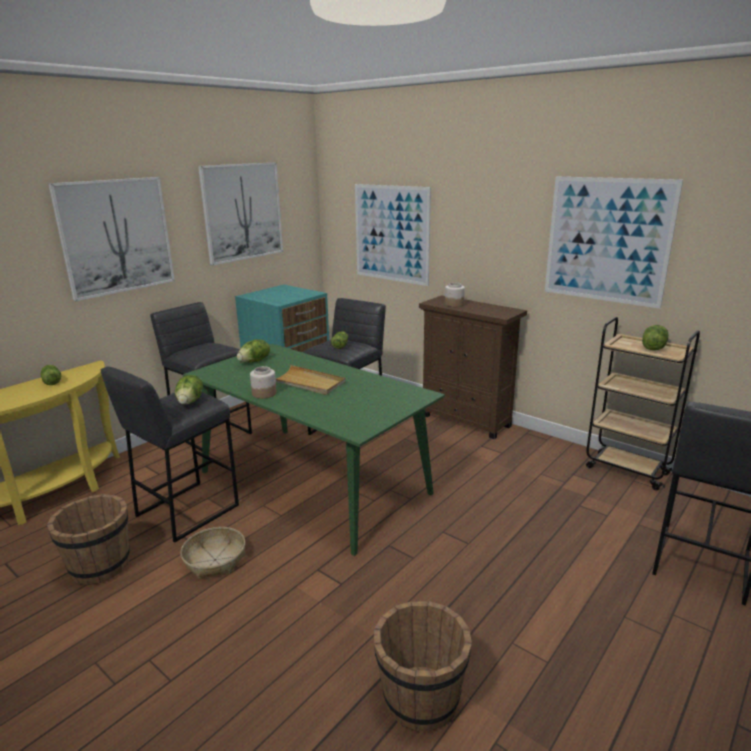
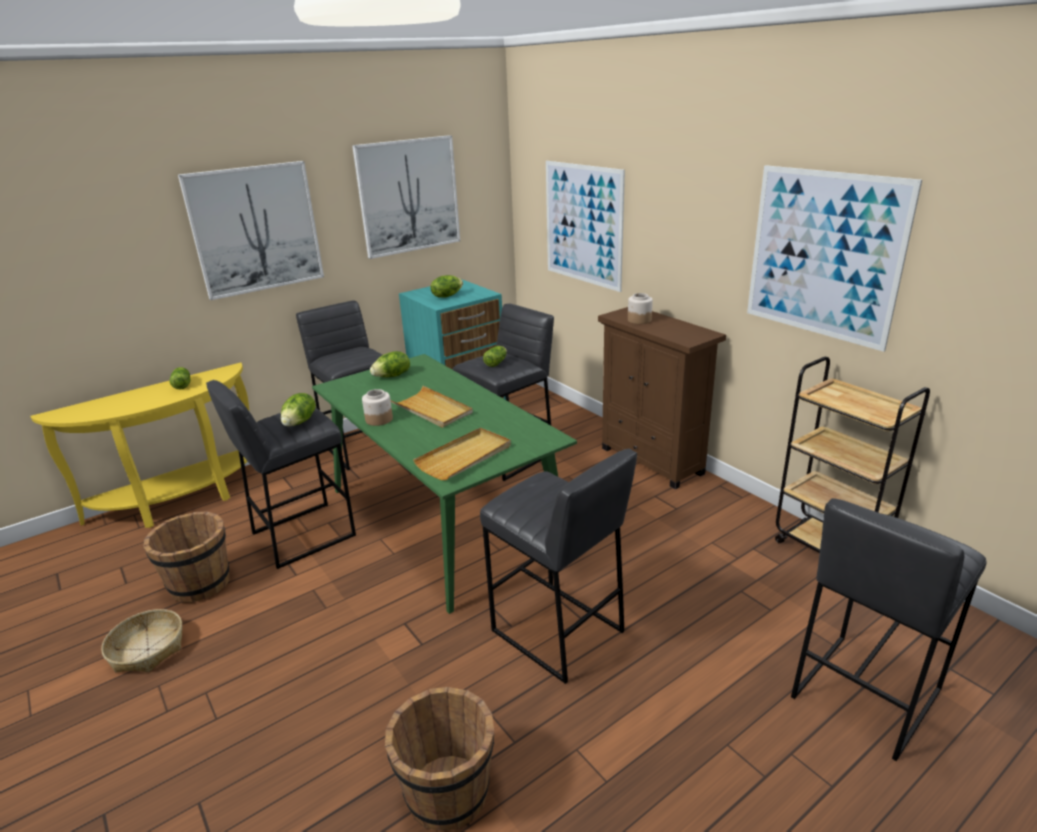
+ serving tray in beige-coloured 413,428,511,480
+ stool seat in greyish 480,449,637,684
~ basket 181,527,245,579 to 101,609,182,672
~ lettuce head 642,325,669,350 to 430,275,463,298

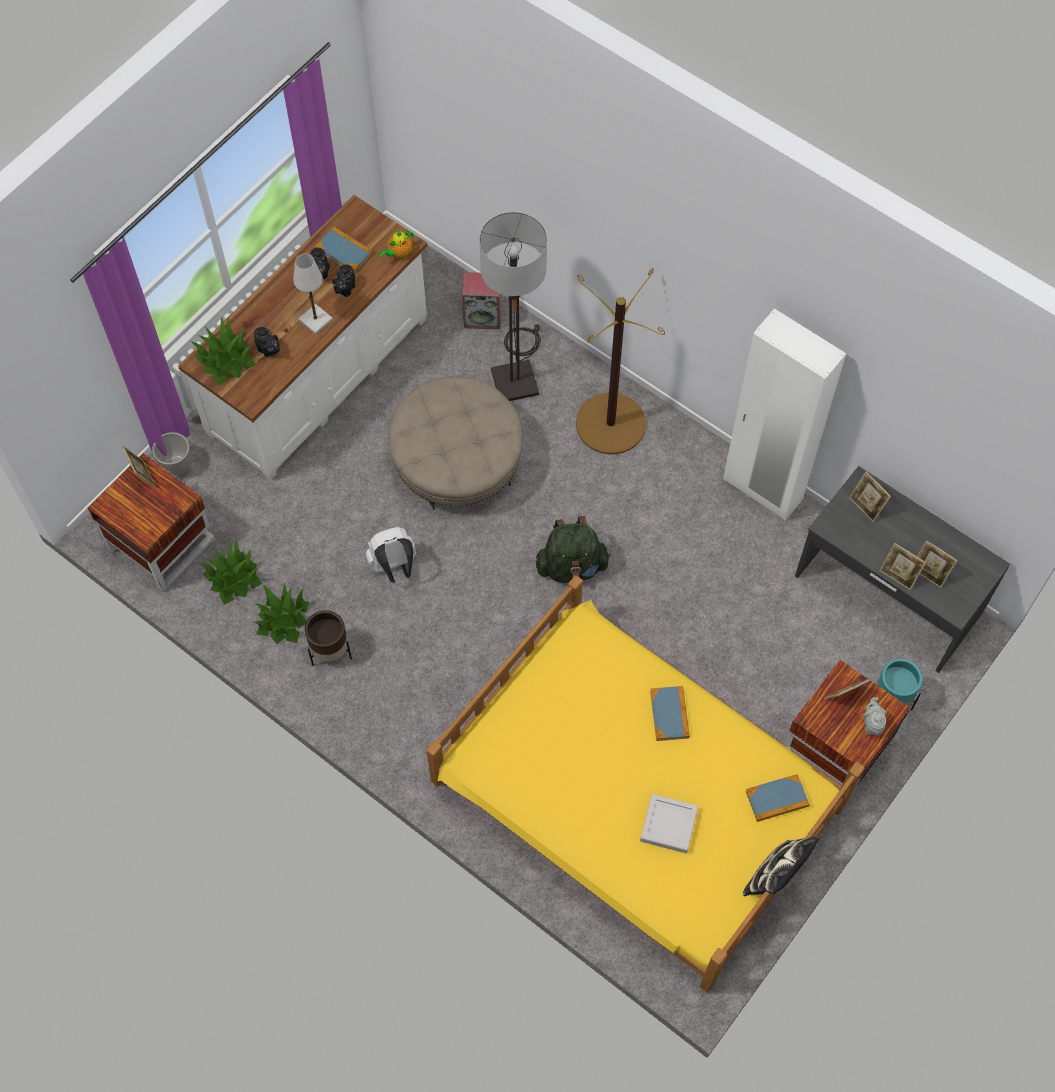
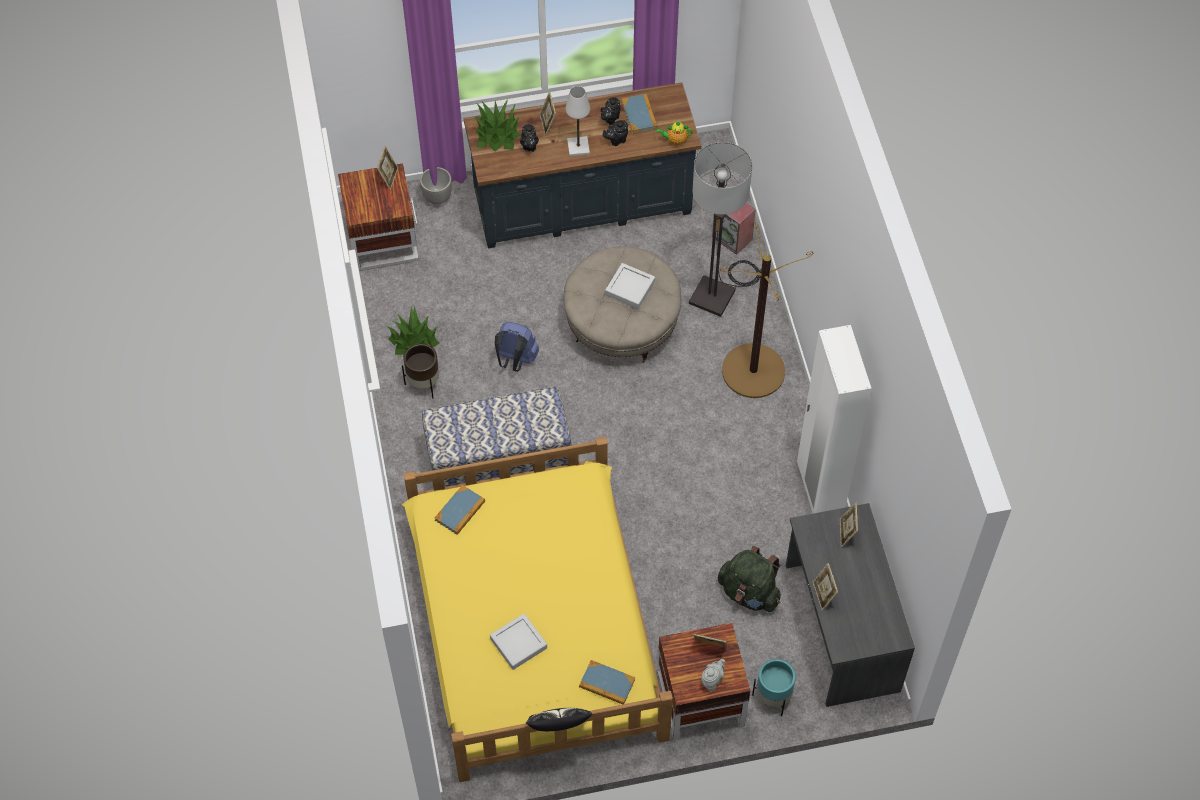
- plant in a pot 199,539,262,605
+ bench 422,387,571,486
+ serving tray in greyish 605,263,655,309
~ backpack in green 536,516,611,583 to 718,546,781,612
~ bound book 650,686,690,741 to 435,485,485,535
~ photo frame 917,540,958,588 to 540,91,556,136
~ drawer chest in whitish 178,195,427,480 to drawer chest in bluish 464,82,701,248
~ backpack in whitish 366,527,416,582 to backpack in bluish 494,322,539,372

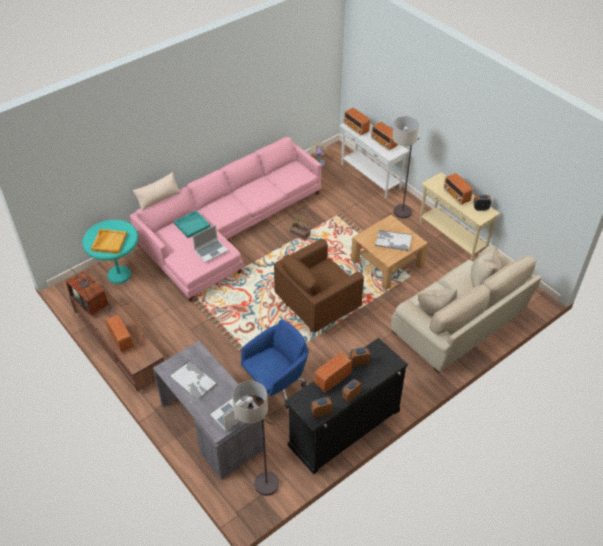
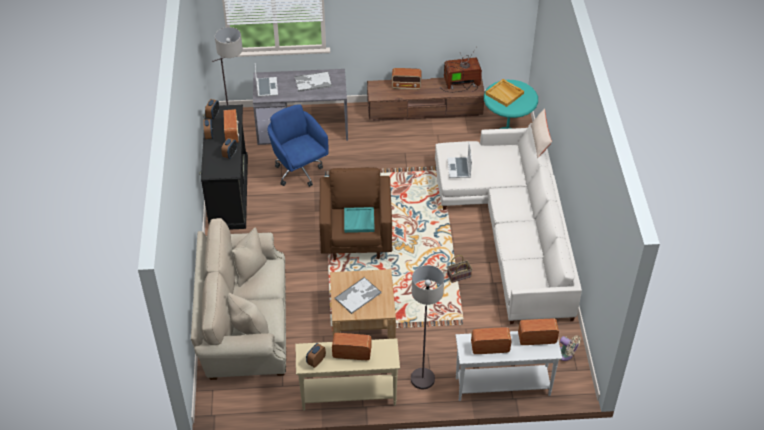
~ serving tray in turquoise 174,210,210,238 to 344,207,375,233
~ couch in pink 130,137,321,302 to couch in whitish 435,123,582,324
~ desk chair in bluish 241,319,308,409 = 267,104,329,187 150 degrees clockwise

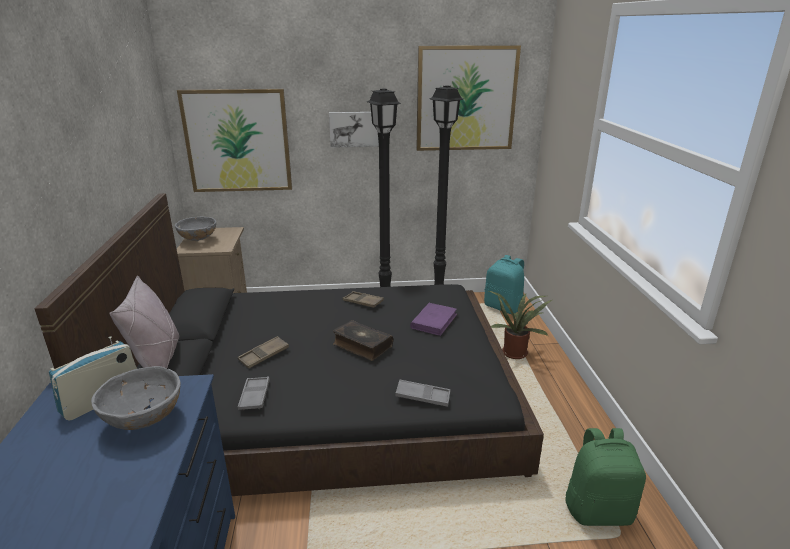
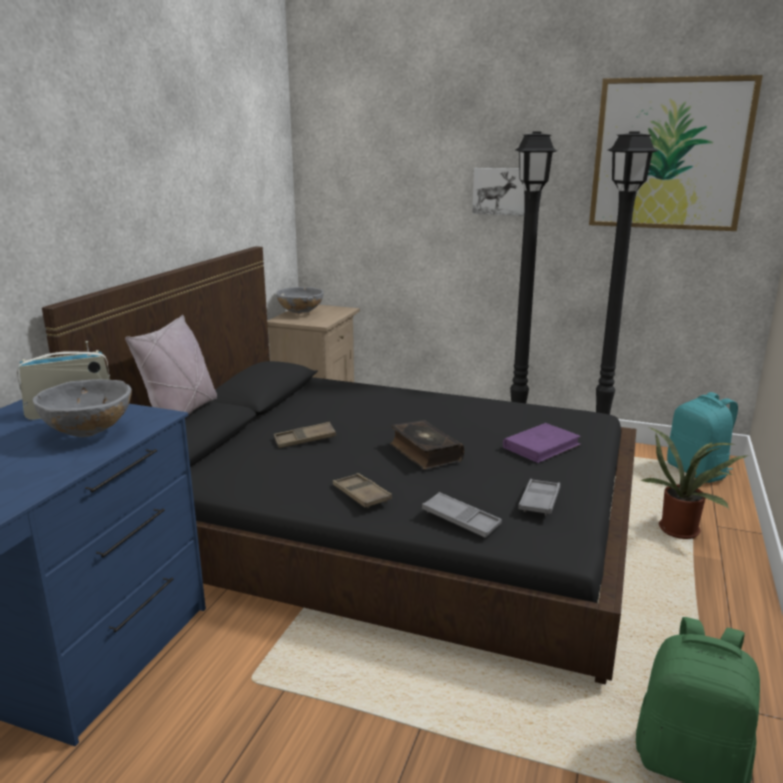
- picture 177,89,292,192
~ serving tray in greyish 238,376,270,410 to 518,479,560,516
~ serving tray in brown-coloured 342,291,384,308 to 333,473,392,508

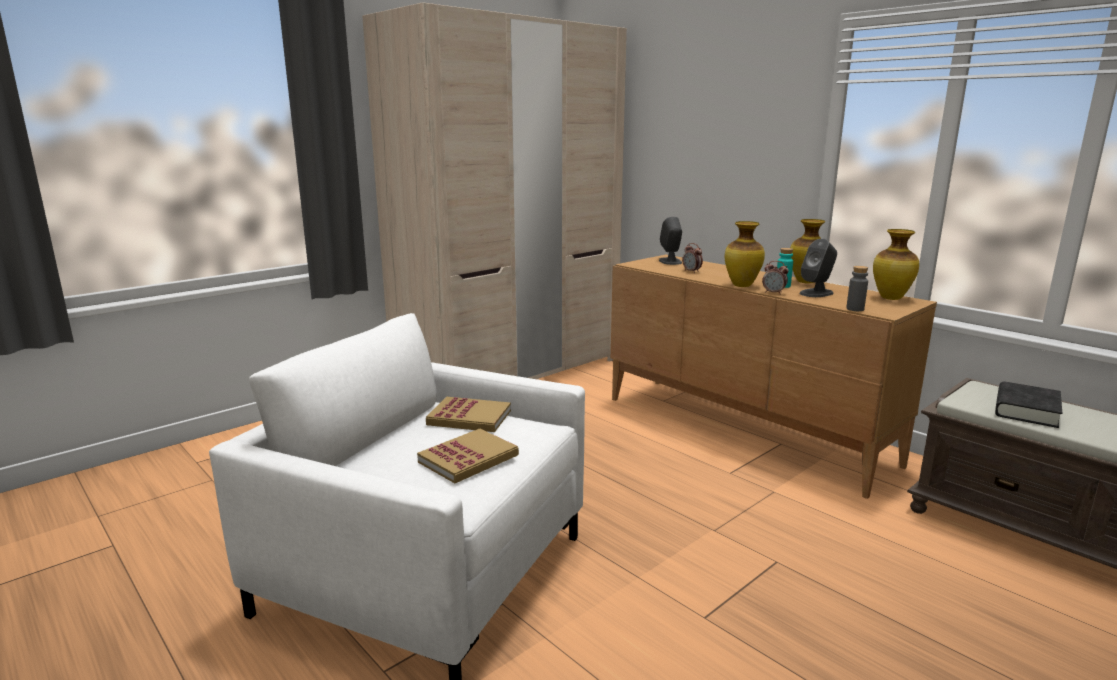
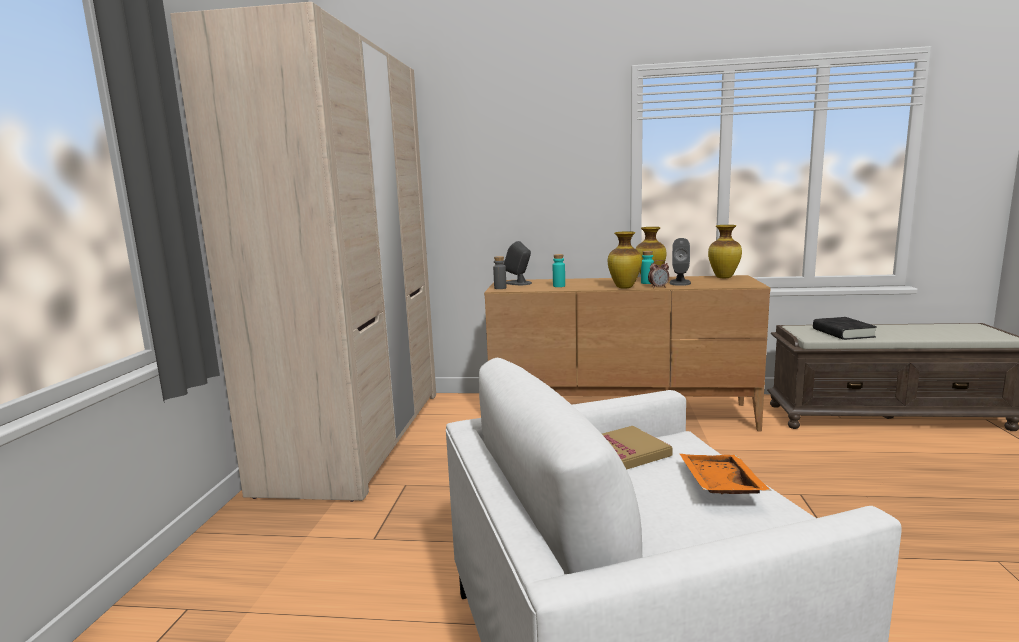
~ beverage bottle in greyish 846,266,868,311 to 493,256,506,289
~ bound book 417,429,519,483 to serving tray in orangey 680,454,771,494
~ bedside clock 682,243,703,273 to beverage bottle in turquoise 553,254,565,287

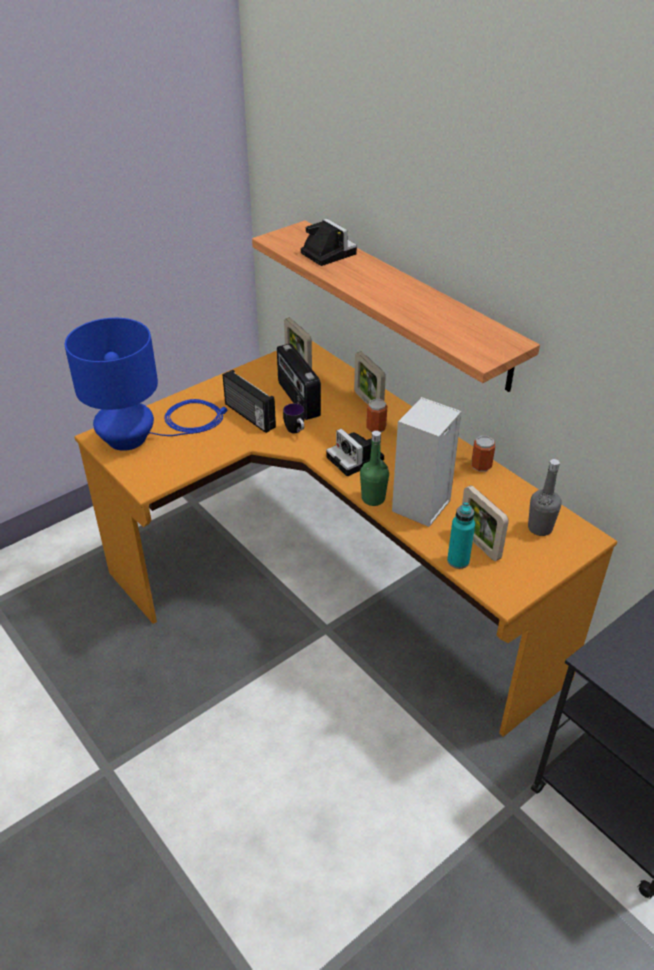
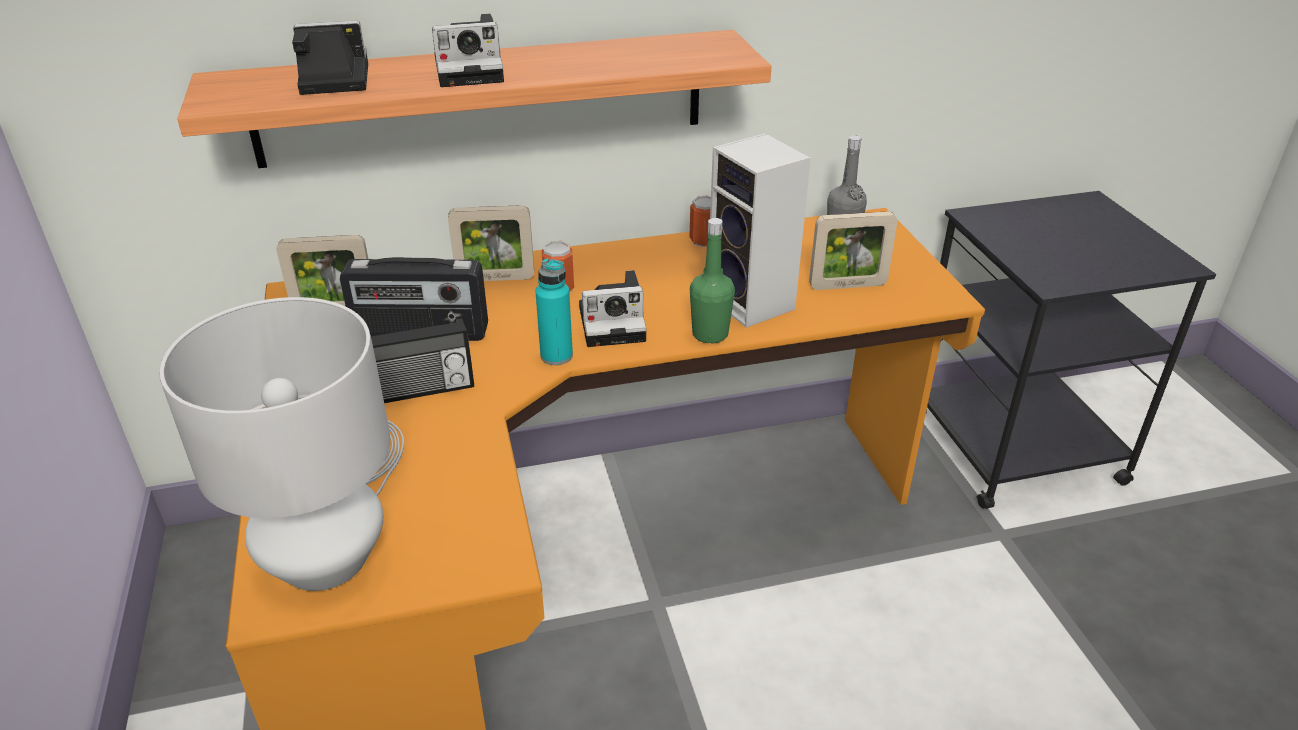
- coffee mug 283,403,305,433
+ photo camera 432,13,504,87
~ beverage bottle in turquoise 447,502,475,569 to 535,258,573,365
~ tabletop lamp in bluish 65,318,227,451 to tabletop lamp in whitish 159,297,404,591

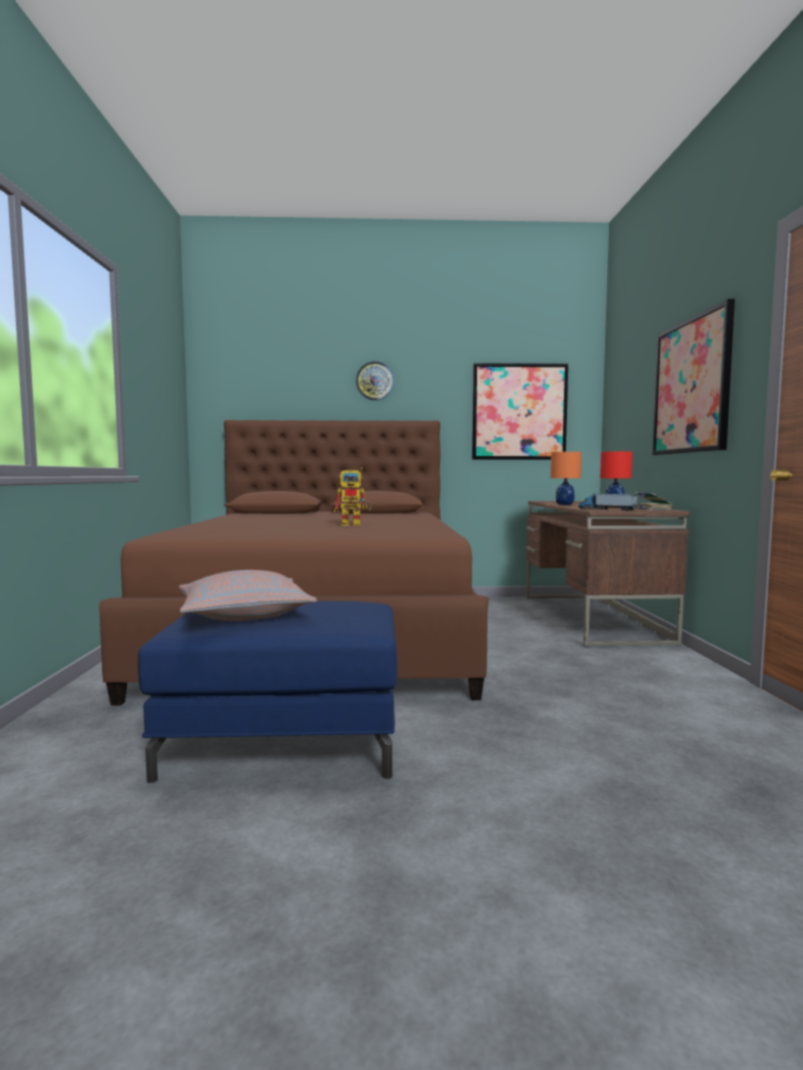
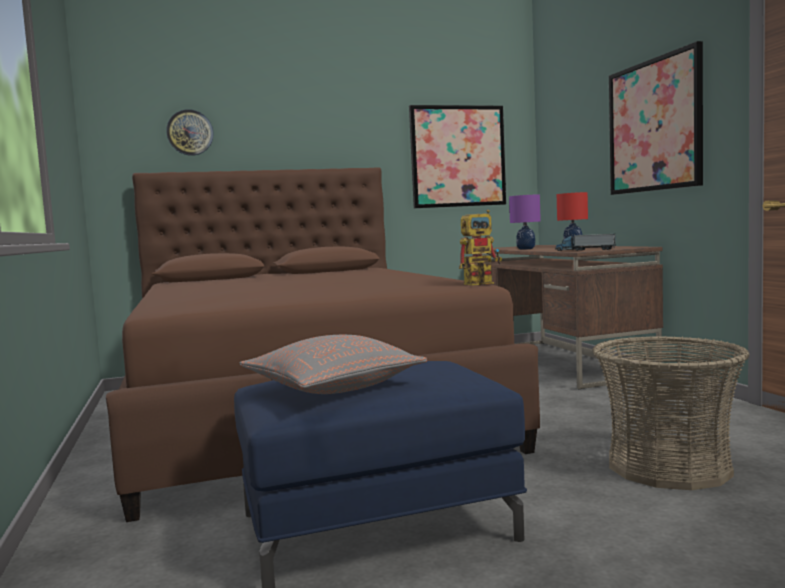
- bound book 634,492,672,510
+ basket 592,336,749,490
~ robot figure 334,467,371,526 to 459,210,502,286
~ wall clock 356,361,394,401 to 166,109,213,156
~ tabletop lamp in orangey 551,451,582,505 to tabletop lamp in purple 509,195,541,250

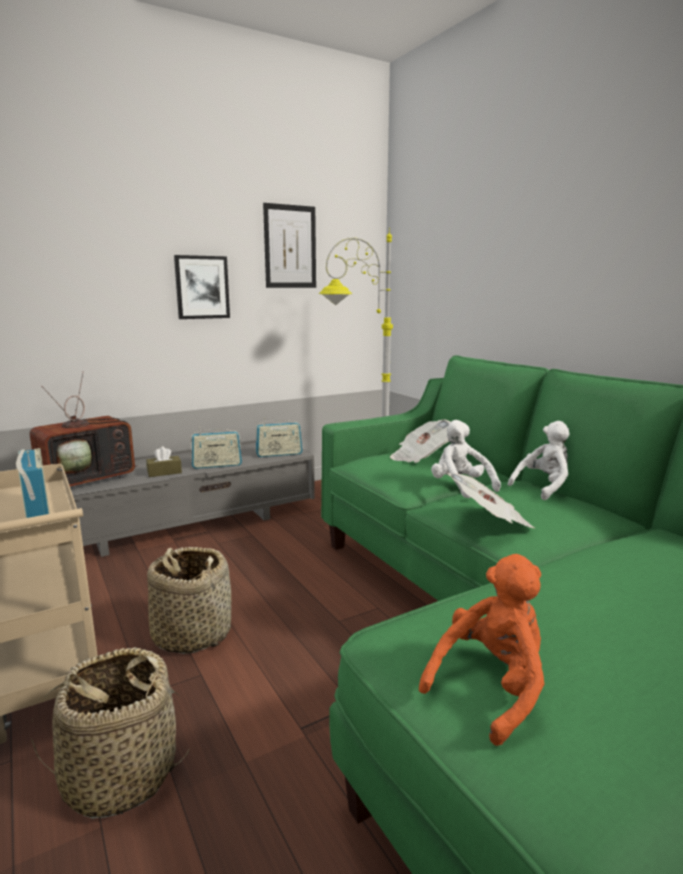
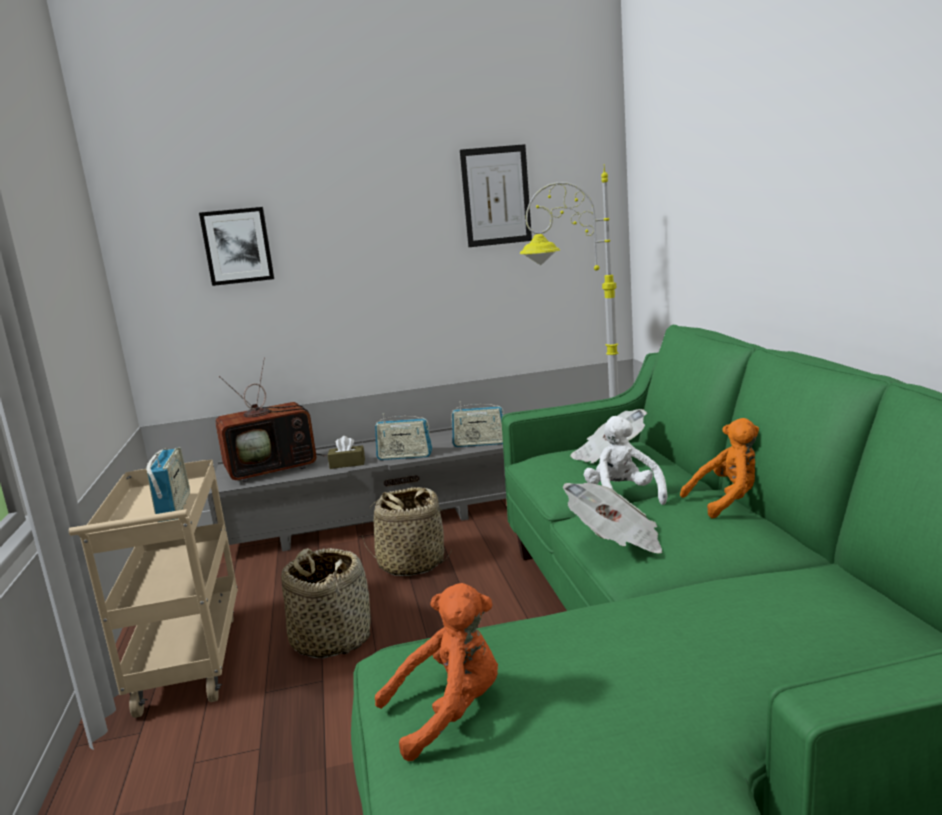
~ basket 31,647,190,819 to 362,487,452,576
~ picture 174,255,230,319 to 199,207,274,286
~ plush toy in whitish 508,421,569,500 to plush toy in orangey 680,418,759,518

